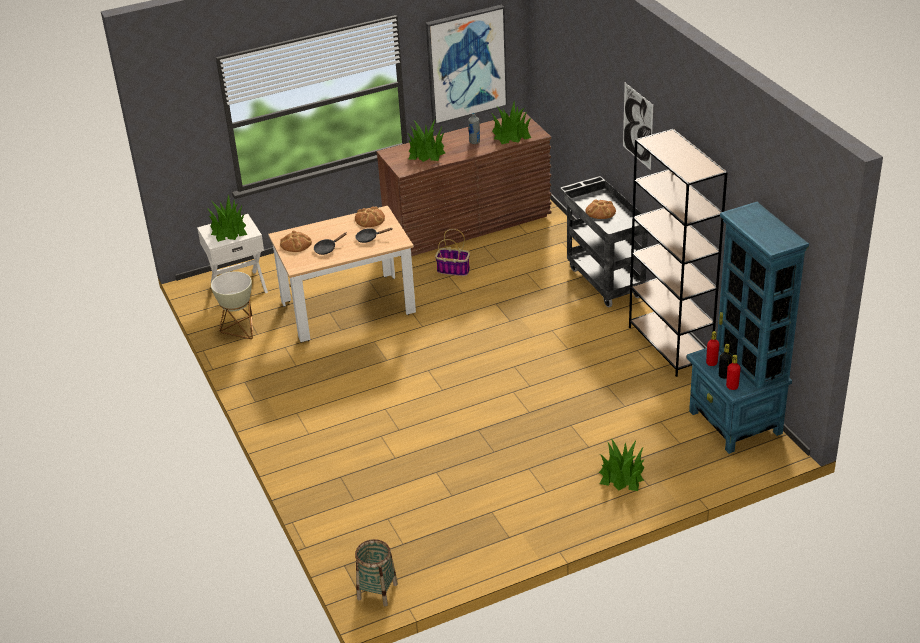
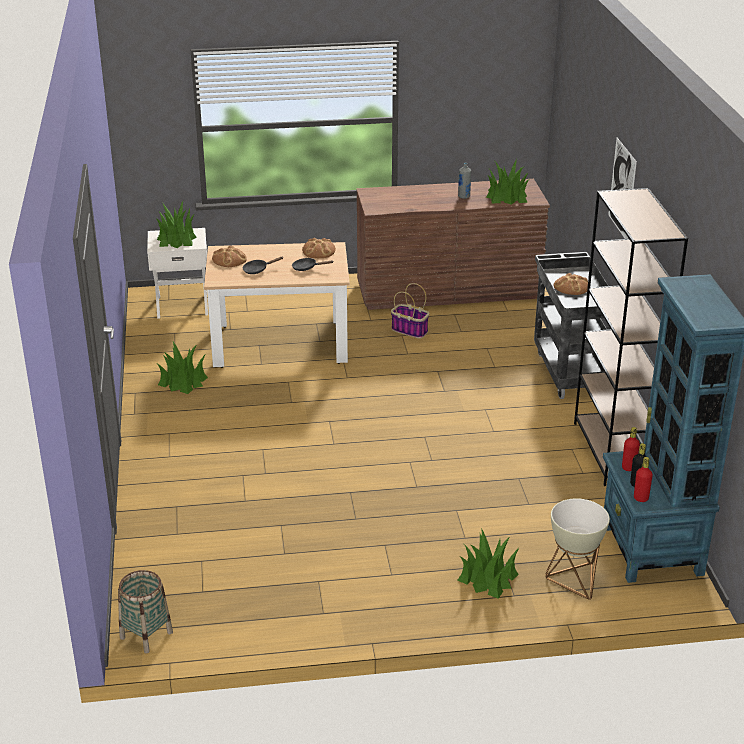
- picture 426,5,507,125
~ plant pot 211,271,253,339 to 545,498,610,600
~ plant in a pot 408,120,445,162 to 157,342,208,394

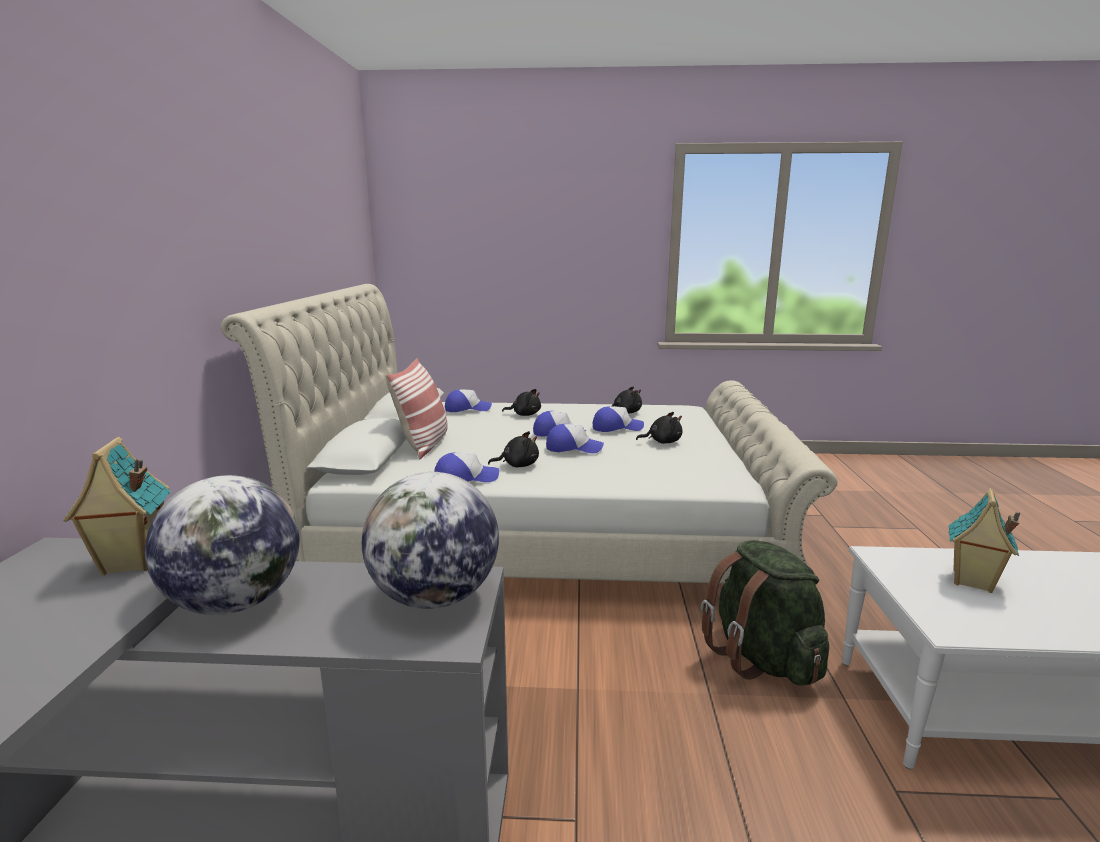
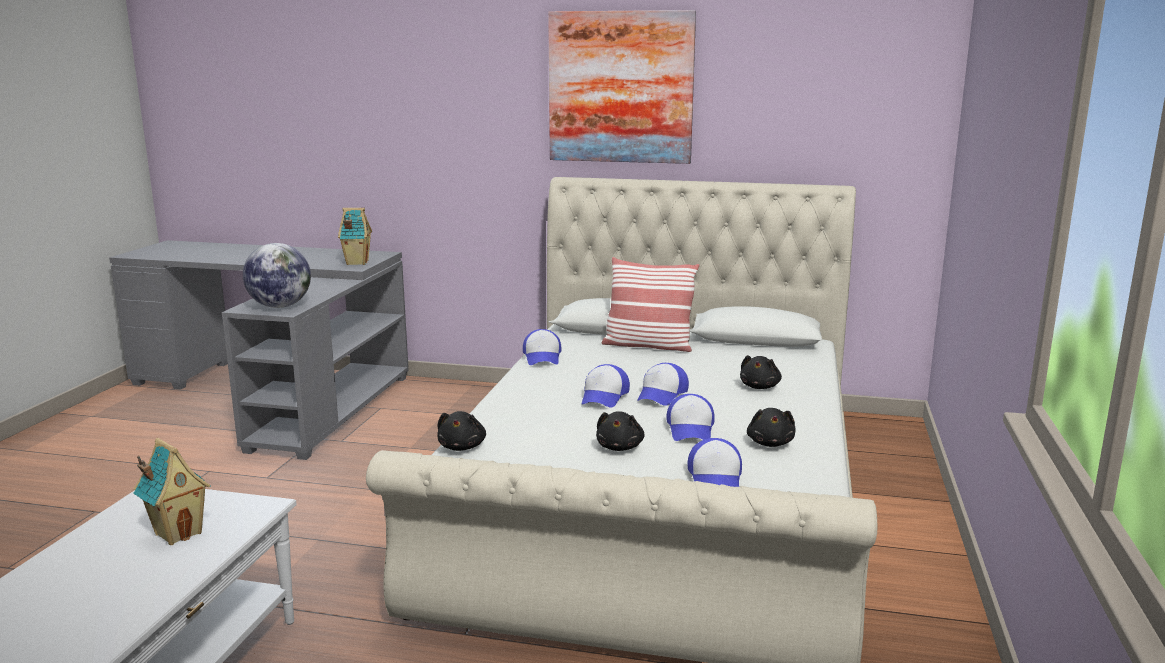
- desk globe 145,475,300,615
- backpack in green 701,540,829,686
+ picture 548,10,696,164
~ peaked cap 445,389,492,412 to 688,438,742,487
~ plush toy in black 488,431,539,468 to 437,411,486,451

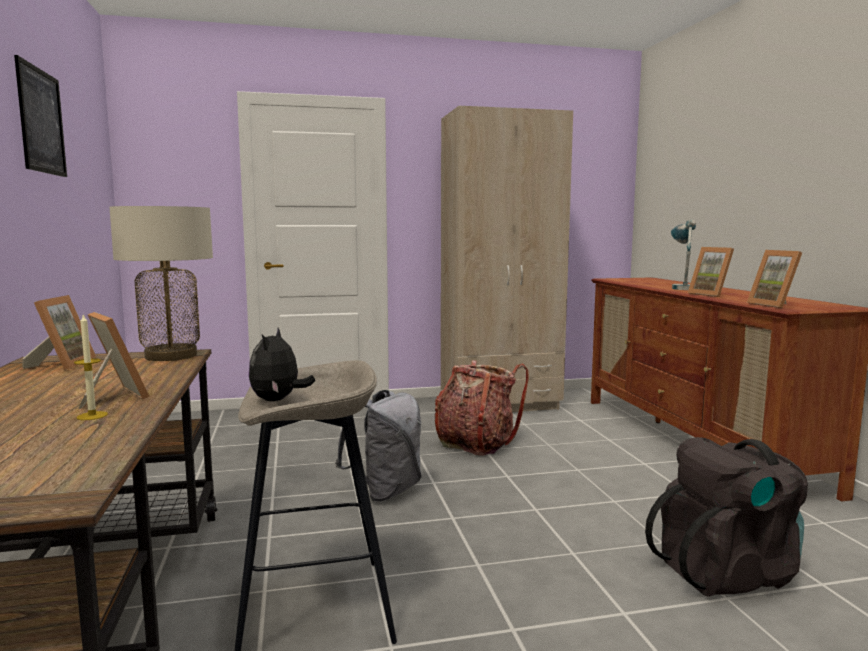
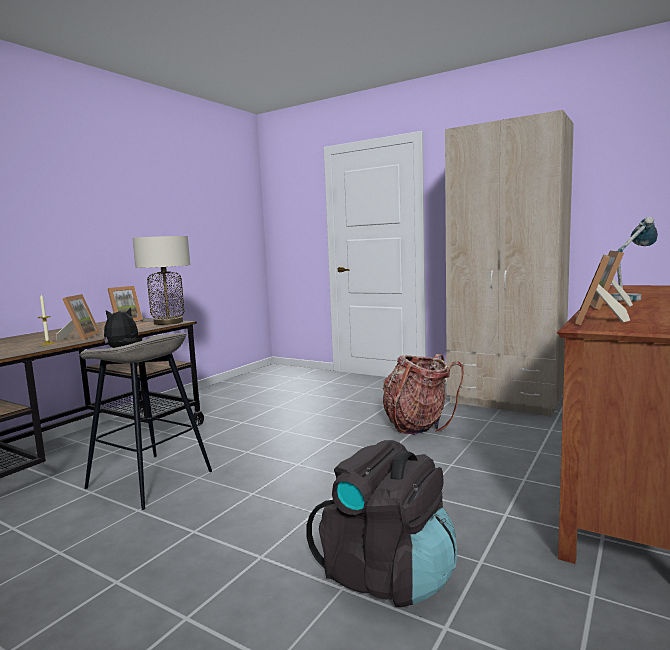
- picture 14,55,67,177
- backpack in greyish 335,390,422,502

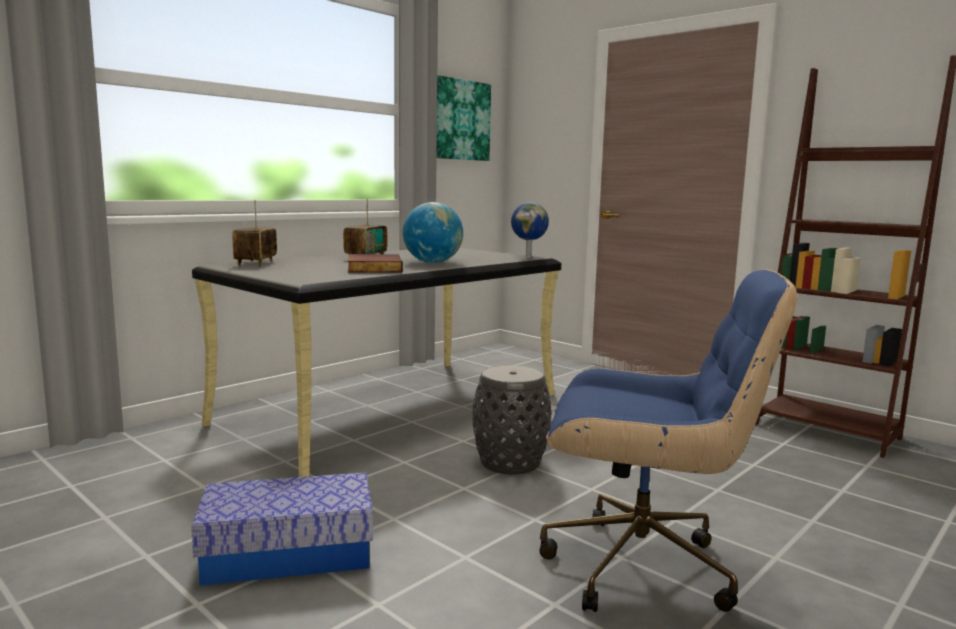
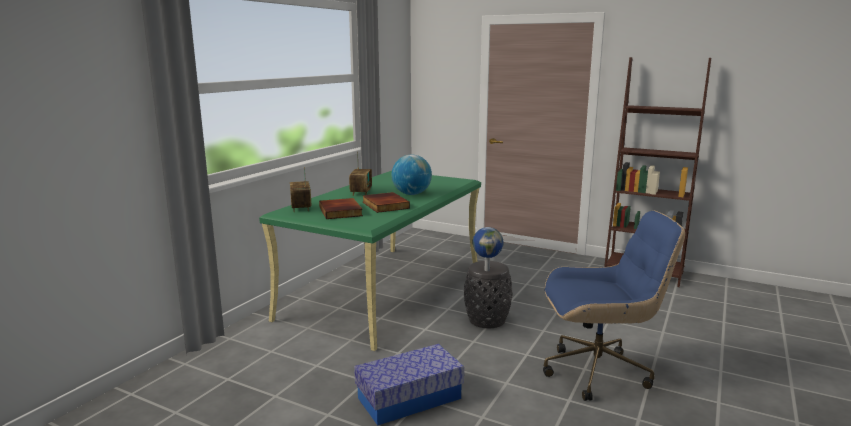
- picture 437,75,491,161
+ bound book 319,198,363,219
~ desk globe 511,202,549,258 to 473,227,504,271
~ desk unit in black 192,248,561,477 to desk unit in green 259,171,481,351

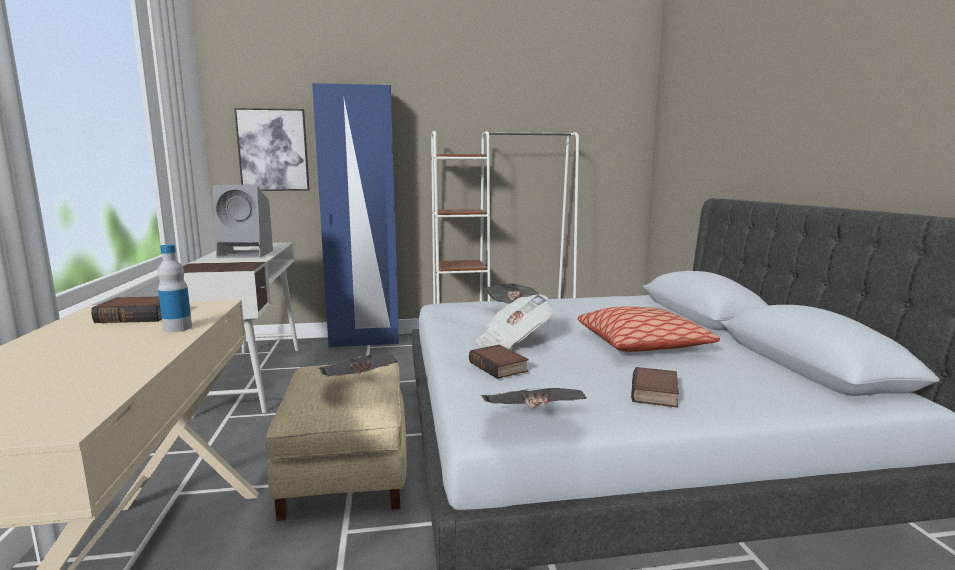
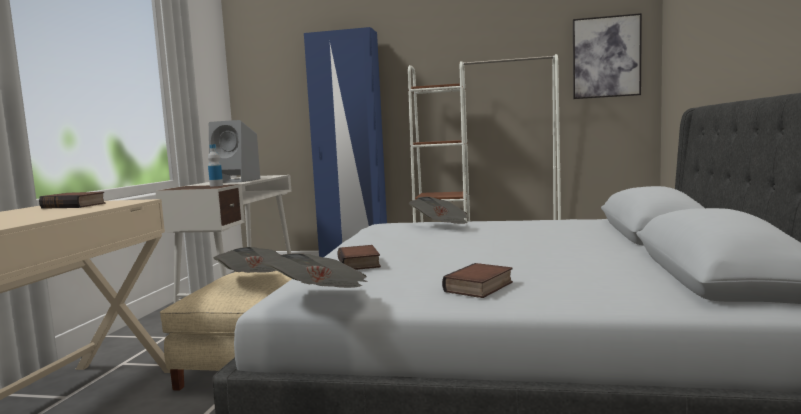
- daily paper 475,294,553,348
- pillow 578,307,720,352
~ beverage bottle 157,244,192,332 to 208,144,223,186
~ picture 234,108,310,191 to 573,13,642,99

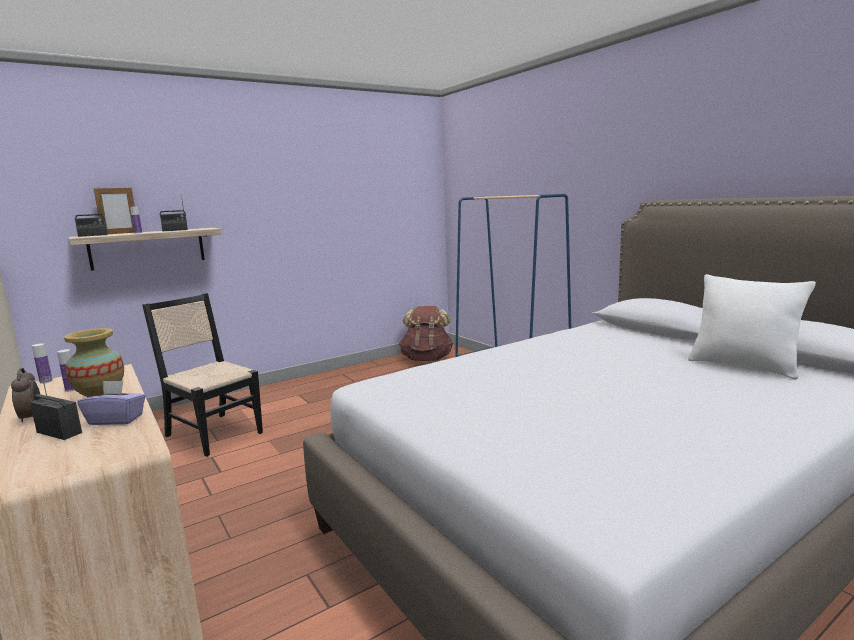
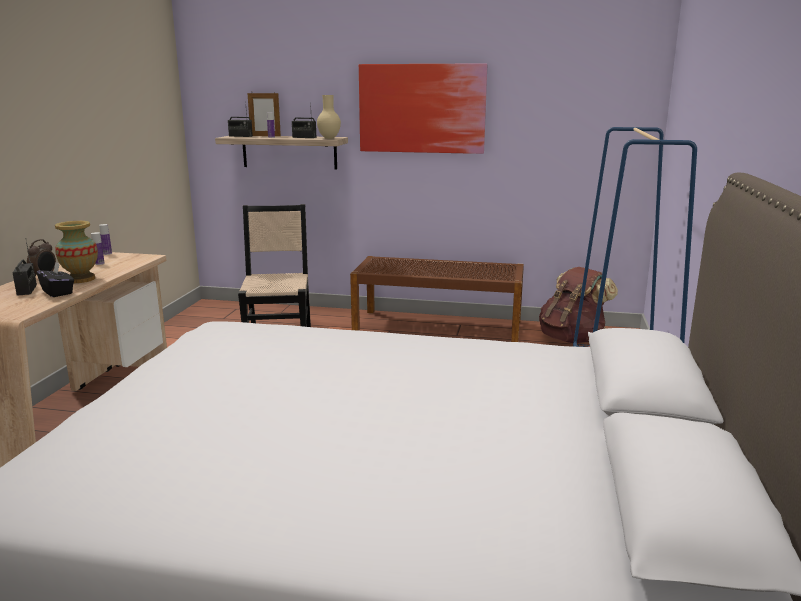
- pillow in whitish 688,274,816,379
+ decorative vase in beige-coloured 317,95,341,139
+ bench in brown-coloured 350,256,524,342
+ picture 359,63,487,154
~ box of tissues in purple 78,380,146,425 to box of tissues in black 37,262,74,297

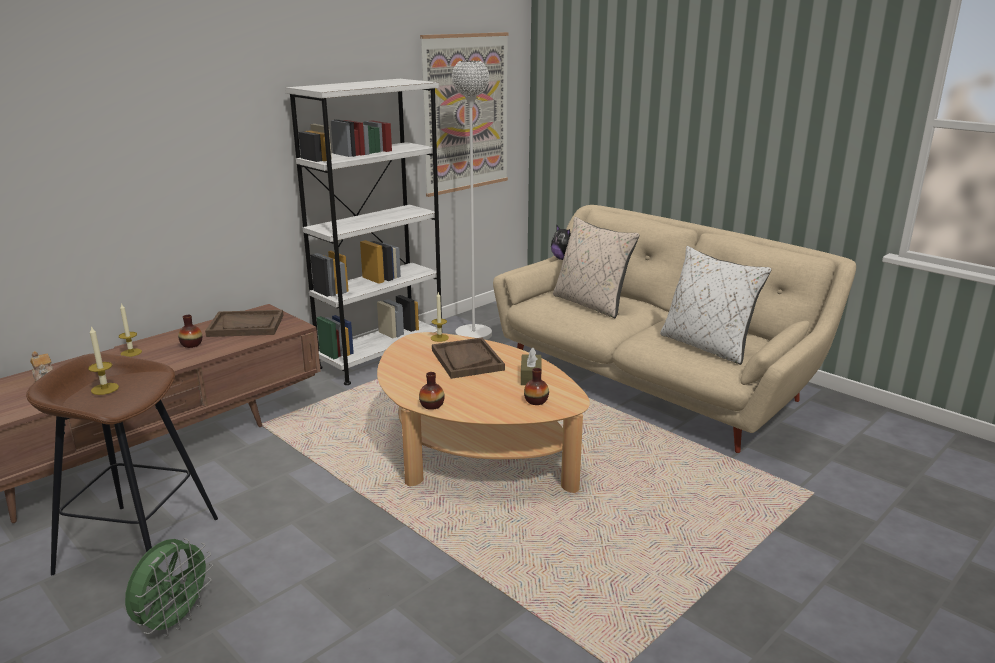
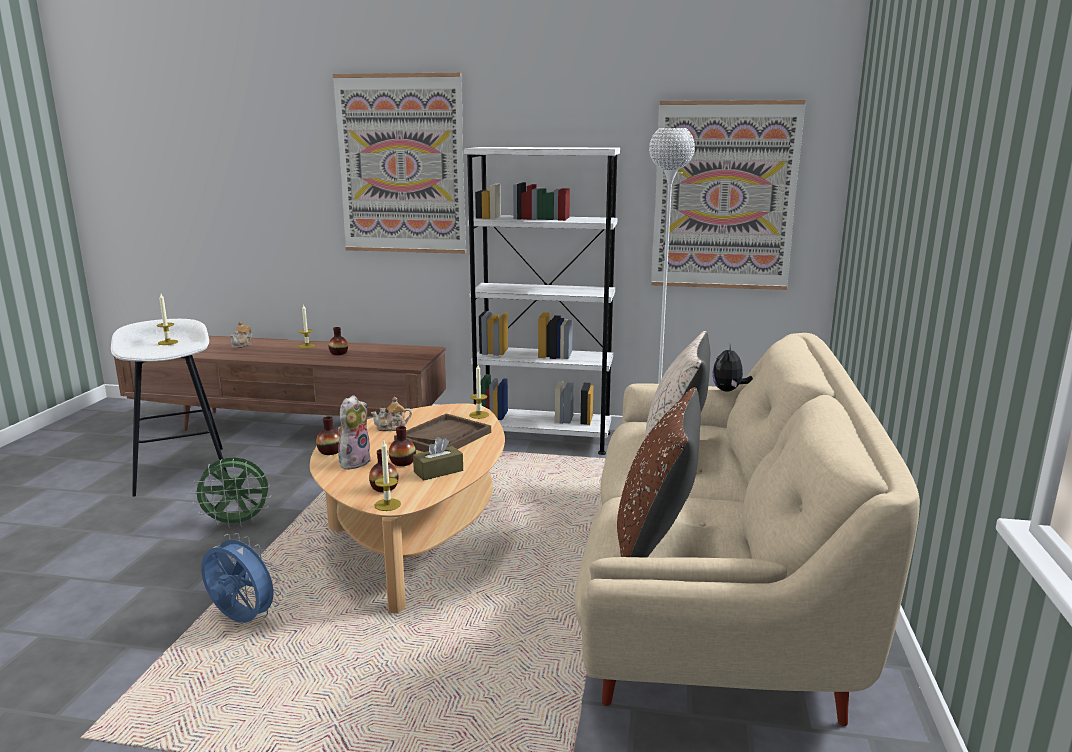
- serving tray in brown-coloured 205,310,284,337
+ electric fan in bluish 201,533,281,623
+ picture 333,73,466,254
+ plush toy 338,395,371,470
+ pot for tea 371,396,412,431
+ wax light 374,439,401,511
+ decorative vase 389,426,416,466
~ electric fan in green 125,538,213,636 to 191,457,271,529
~ stool seat in brown-coloured 26,353,218,575 to stool seat in whitish 111,319,228,497
~ pillow in whitish 660,246,771,365 to pillow in brown-coloured 617,387,701,558

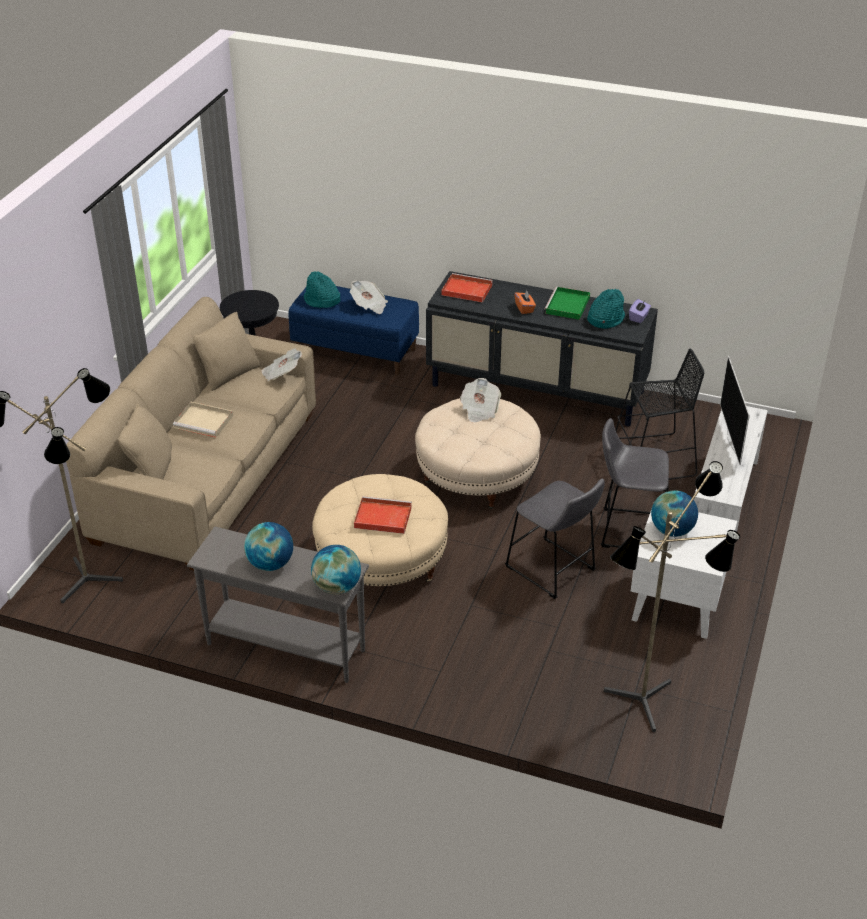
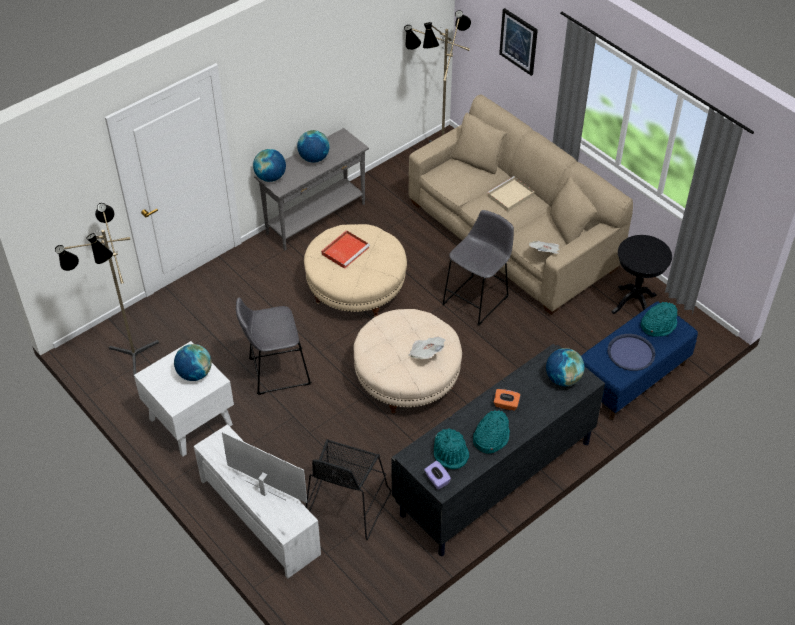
+ picture 499,8,538,76
~ stool seat in greyish 601,418,669,548 to 442,210,514,326
~ daily paper 350,280,388,314 to serving tray in bluish 608,334,655,371
~ serving tray in red 441,273,493,303 to desk globe 546,348,585,386
~ serving tray in green 544,287,590,320 to hat in turquoise 473,410,510,454

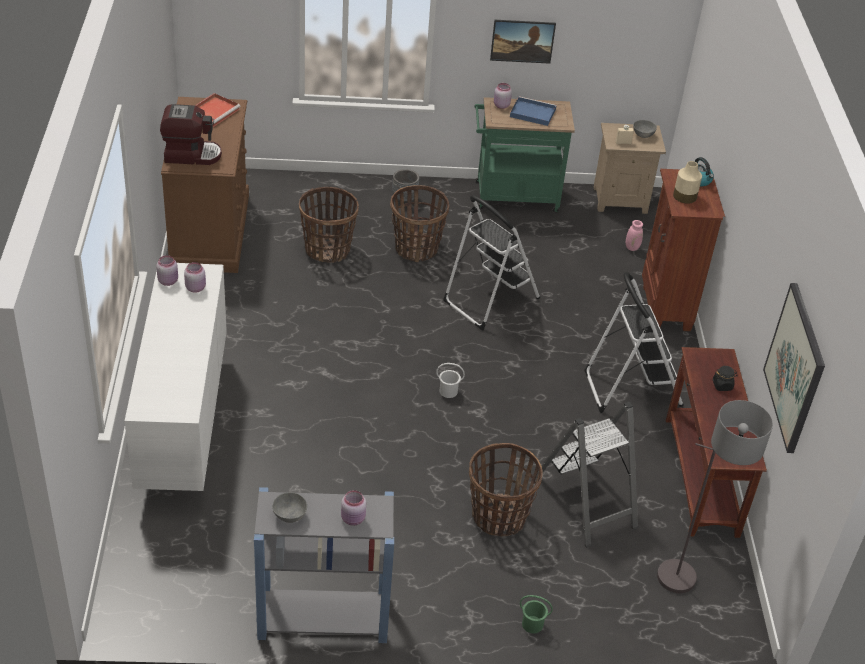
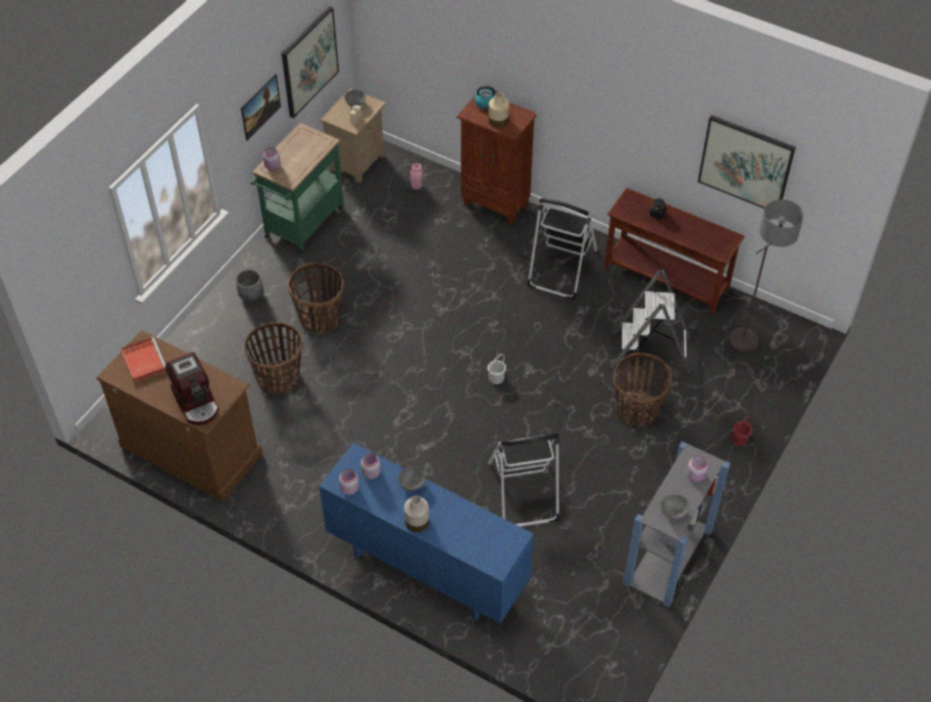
- serving tray in bluish 510,96,557,126
+ picture 281,6,339,118
+ deep dish in greyish 398,465,425,491
+ decorative vase in beige-coloured 404,496,429,532
~ step ladder 443,195,540,331 to 487,433,559,527
~ drawer chest in whitish 125,263,227,491 to drawer chest in bluish 319,443,534,624
~ bucket in green 520,595,553,633 to bucket in red 732,416,752,446
~ coffee brewer 160,104,222,165 = 166,352,219,425 120 degrees clockwise

